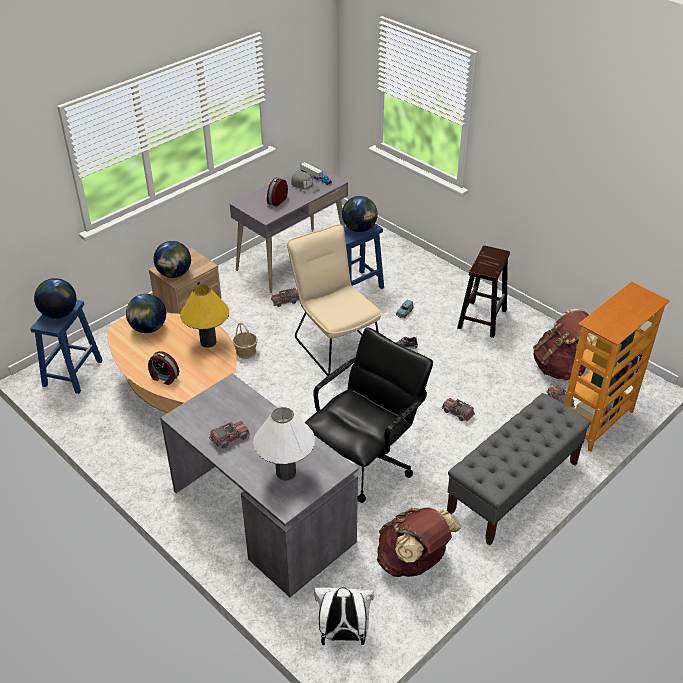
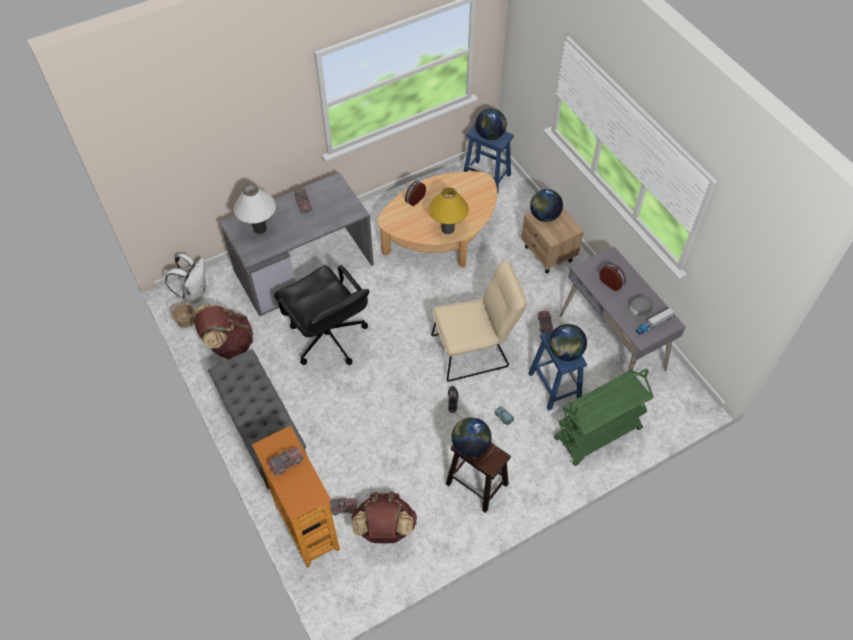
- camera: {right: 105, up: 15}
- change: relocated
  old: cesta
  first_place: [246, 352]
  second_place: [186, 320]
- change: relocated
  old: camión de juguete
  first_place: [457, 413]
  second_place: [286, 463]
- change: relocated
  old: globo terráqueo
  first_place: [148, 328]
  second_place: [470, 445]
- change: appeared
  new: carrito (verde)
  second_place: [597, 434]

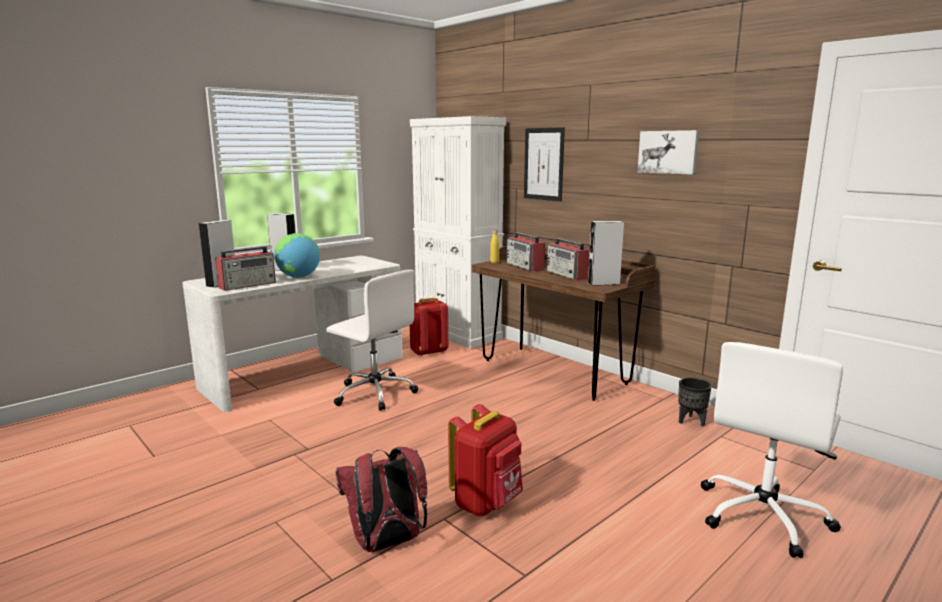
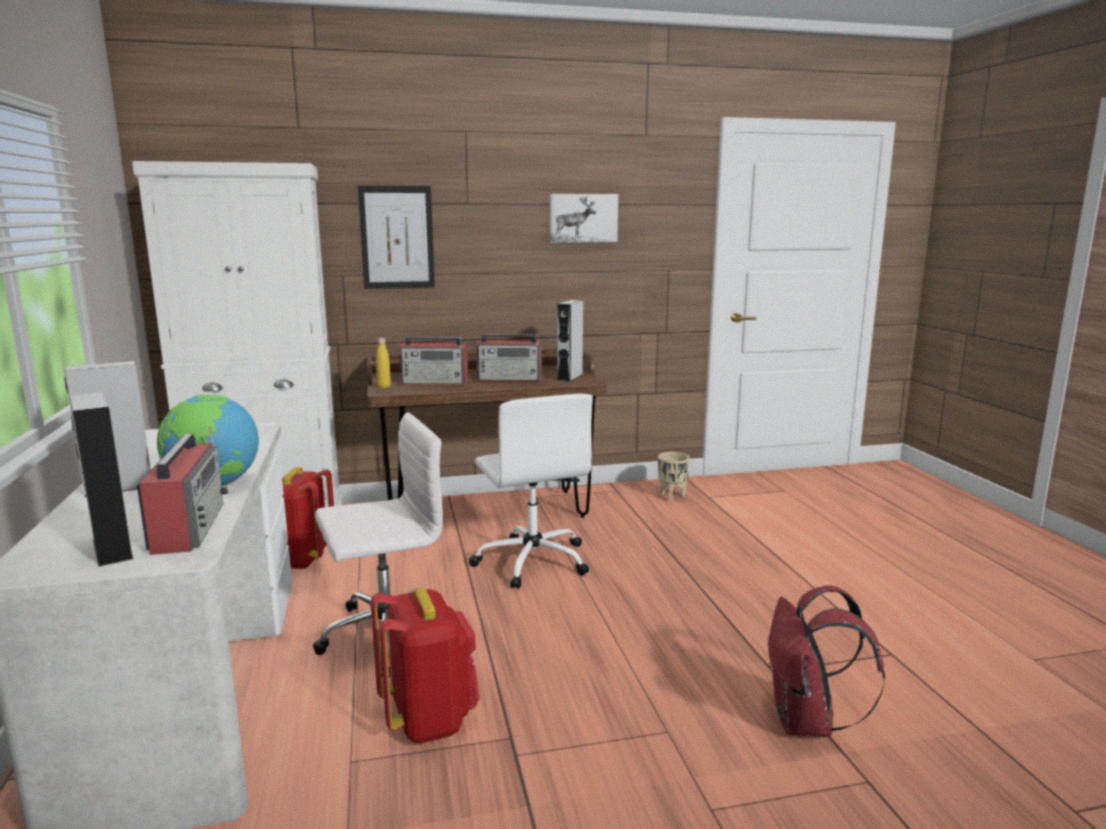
- camera: {right: -60, up: 0}
- change: relocated
  old: mochila (rojo)
  first_place: [486, 503]
  second_place: [429, 720]
- change: relocated
  old: silla de oficina (blanco)
  first_place: [763, 516]
  second_place: [532, 561]
- change: colour
  old: maceta (negro)
  new: maceta (beis)
  first_place: [691, 421]
  second_place: [672, 497]

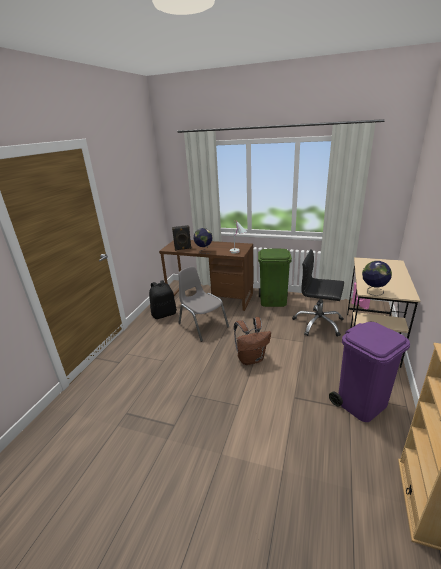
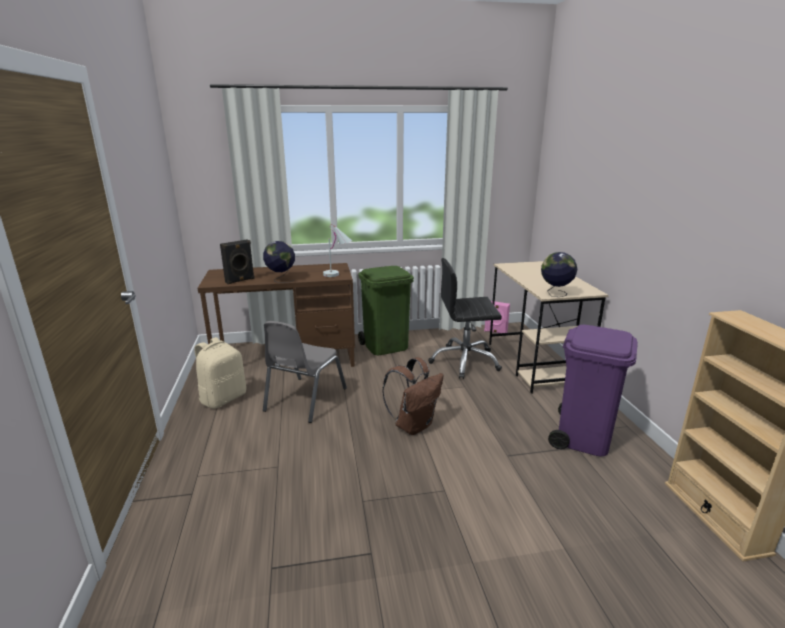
- camera: {right: -30, up: -5}
- change: colour
  old: mochila (negro)
  new: mochila (beis)
  first_place: [164, 314]
  second_place: [223, 398]
- change: spun
  old: silla (gris)
  first_place: [203, 325]
  second_place: [304, 399]
  degrees: -90

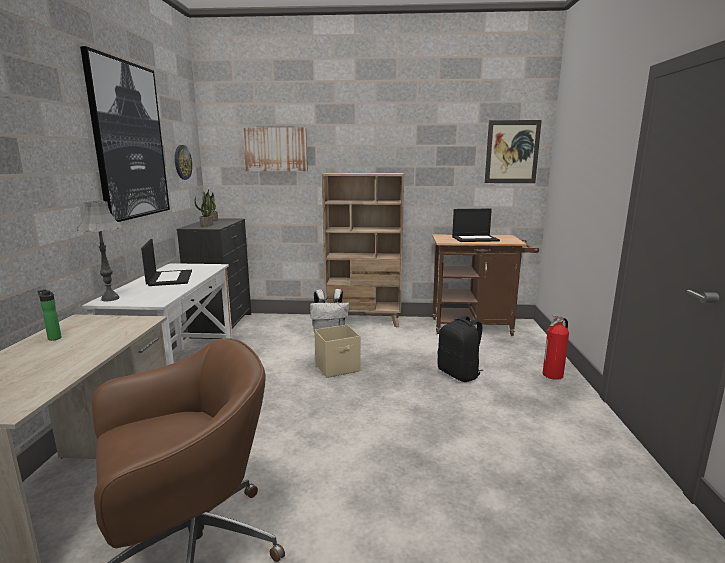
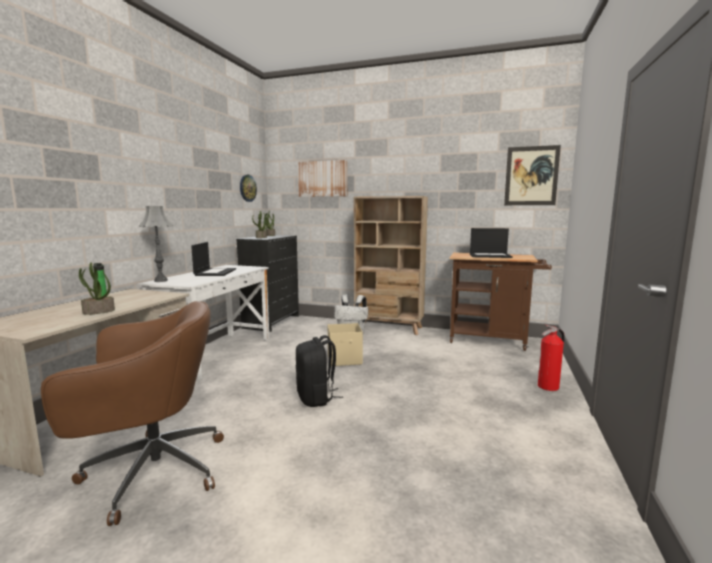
- camera: {right: 15, up: -5}
- change: appeared
  new: planta en maceta
  second_place: [98, 312]
- change: relocated
  old: mochila (negro)
  first_place: [459, 374]
  second_place: [316, 398]
- change: missing
  old: cuadro
  first_place: [129, 141]

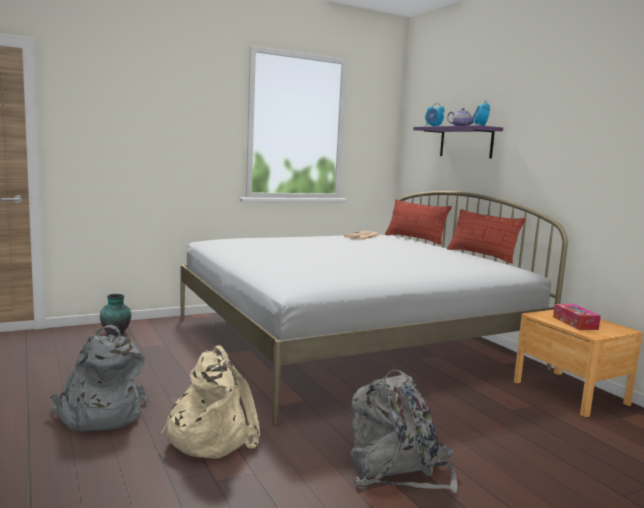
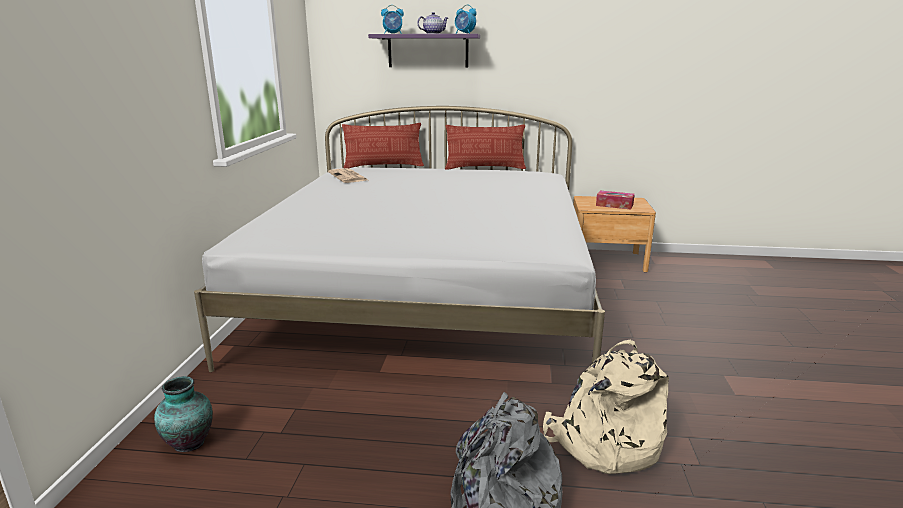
- camera: {right: -55, up: 10}
- change: missing
  old: mochila (gris)
  first_place: [397, 469]

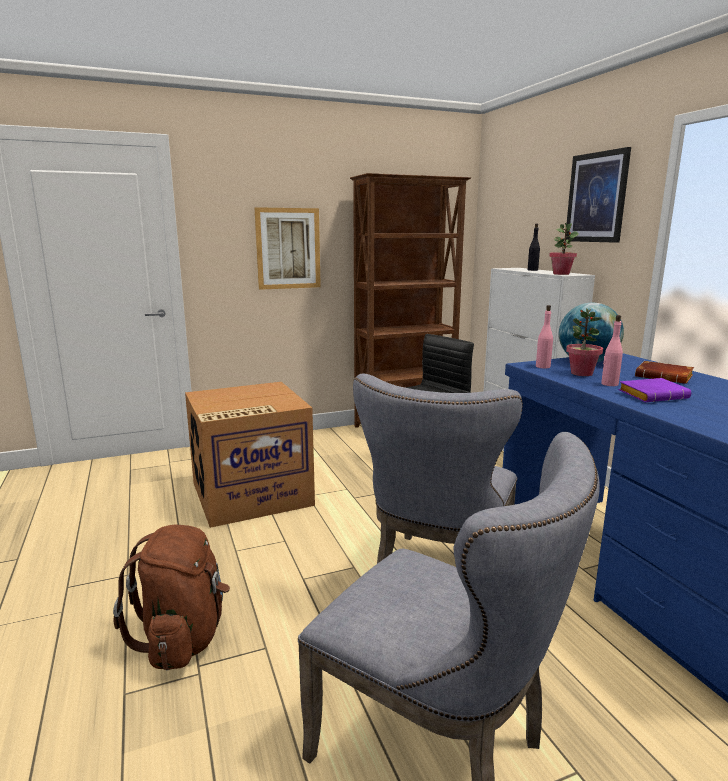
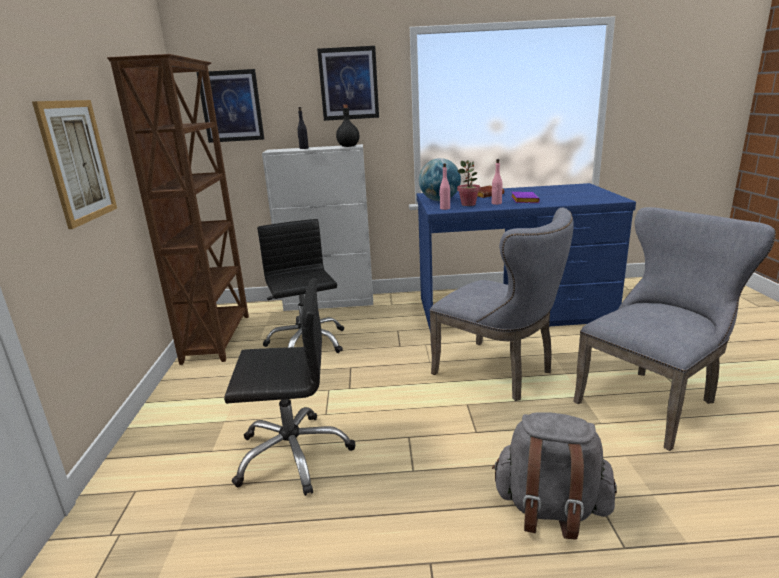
- camera: {right: -70, up: 5}
- change: appeared
  new: cuadro
  second_place: [231, 106]
- change: exchanged
  old: caja de cartón
  new: silla de oficina (negro)
  first_place: [250, 495]
  second_place: [293, 454]
- change: exchanged
  old: planta en maceta
  new: botella (negro)
  first_place: [561, 274]
  second_place: [348, 146]
- change: colour
  old: mochila (marrón)
  new: mochila (gris)
  first_place: [183, 637]
  second_place: [550, 509]

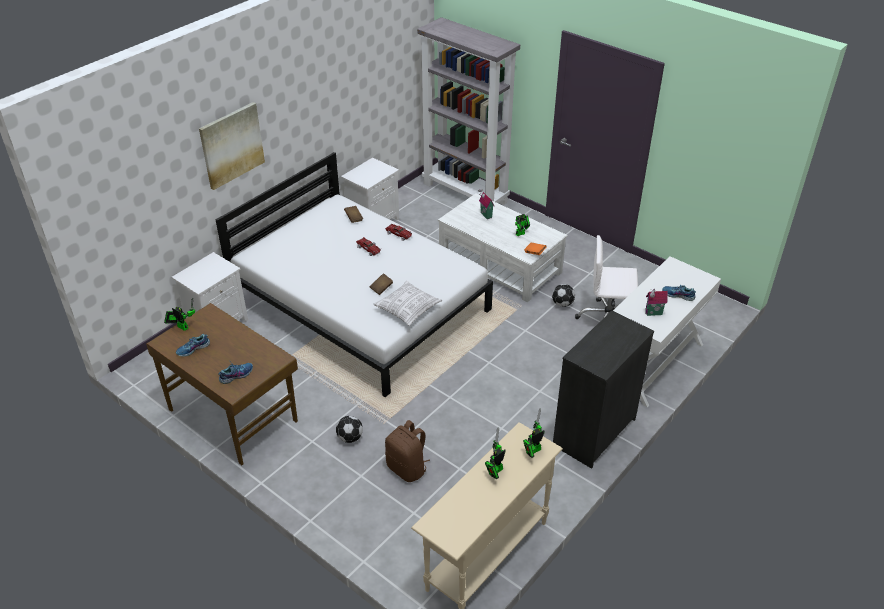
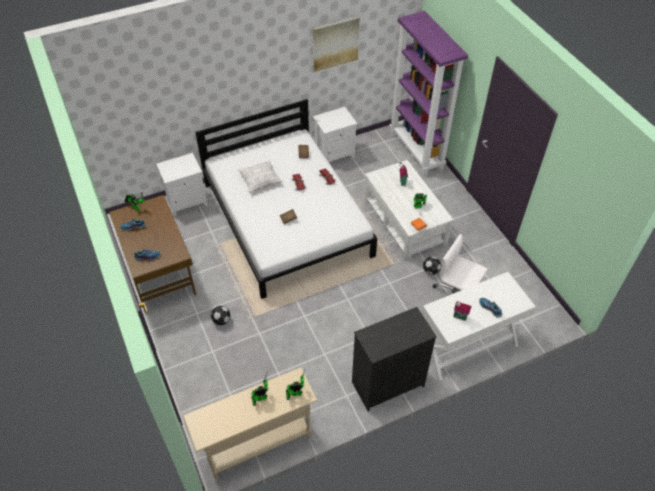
- camera: {right: 25, up: 10}
- change: relocated
  old: cojín
  first_place: [408, 309]
  second_place: [260, 180]
- change: relocated
  old: cuadro
  first_place: [231, 145]
  second_place: [335, 43]
- change: colour
  old: estantería (gris)
  new: estantería (morado)
  first_place: [466, 193]
  second_place: [417, 150]
- change: missing
  old: mochila (marrón)
  first_place: [407, 468]

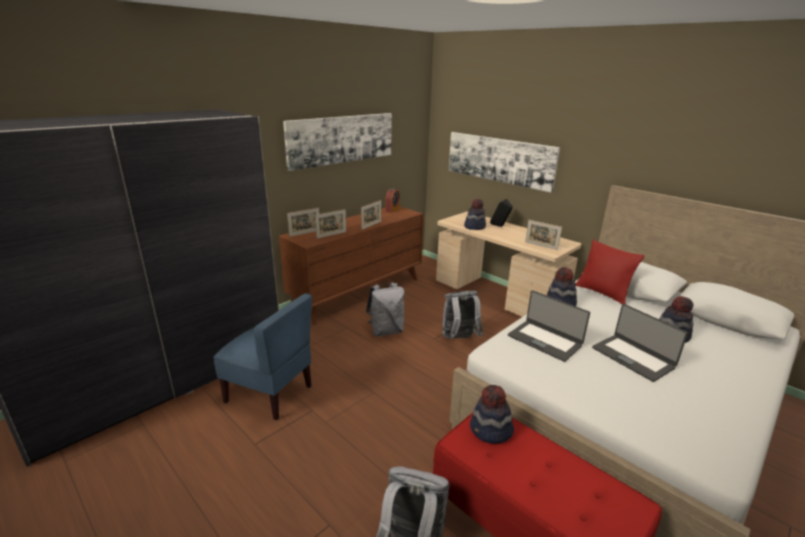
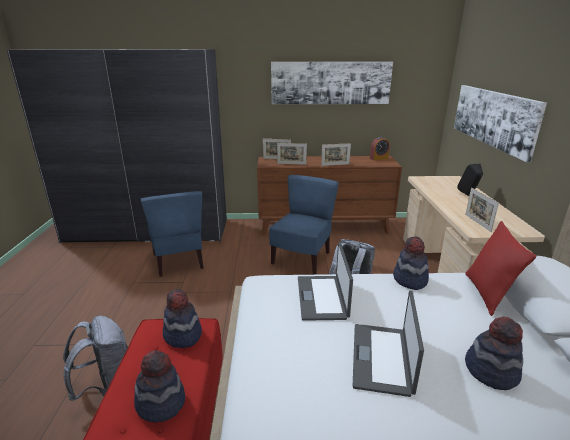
- camera: {right: 45, up: 0}
- change: relocated
  old: sombrero
  first_place: [474, 226]
  second_place: [161, 403]
- change: exchanged
  old: mochila (gris)
  new: silla (azul)
  first_place: [386, 331]
  second_place: [302, 259]

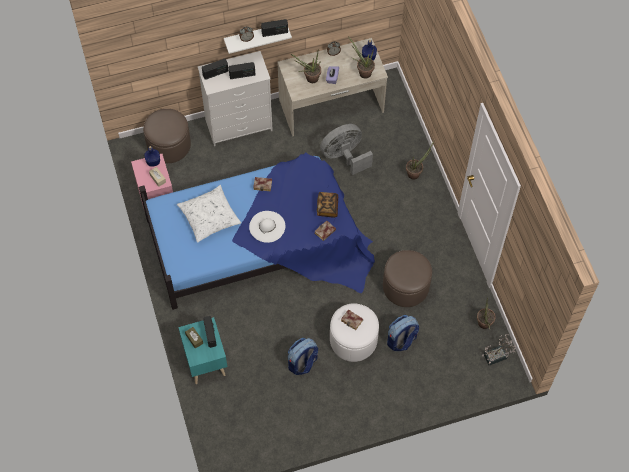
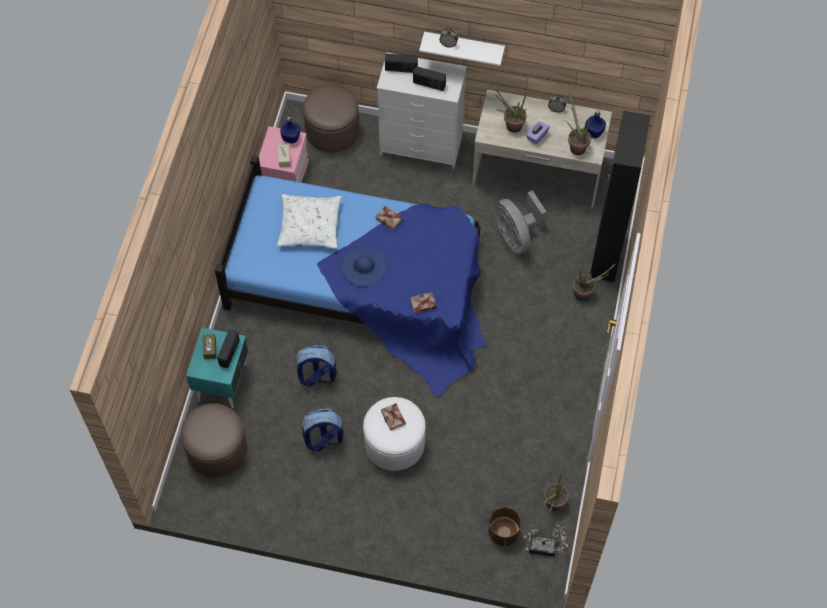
- camera: {right: 30, up: 0}
- change: relocated
  old: puf (marrón)
  first_place: [405, 286]
  second_place: [217, 450]
- change: relocated
  old: mochila
  first_place: [401, 340]
  second_place: [316, 376]
- change: colour
  old: sombrero (blanco)
  new: sombrero (azul)
  first_place: [267, 226]
  second_place: [364, 266]
- change: appeared
  new: maceta (marrón)
  second_place: [503, 532]
- change: spun
  old: ventilador (gris)
  first_place: [344, 157]
  second_place: [516, 236]
  degrees: -120
- change: appeared
  new: armario ropero (negro)
  second_place: [606, 255]
- change: missing
  old: radio
  first_place: [274, 32]
- change: missing
  old: libro
  first_place: [327, 207]

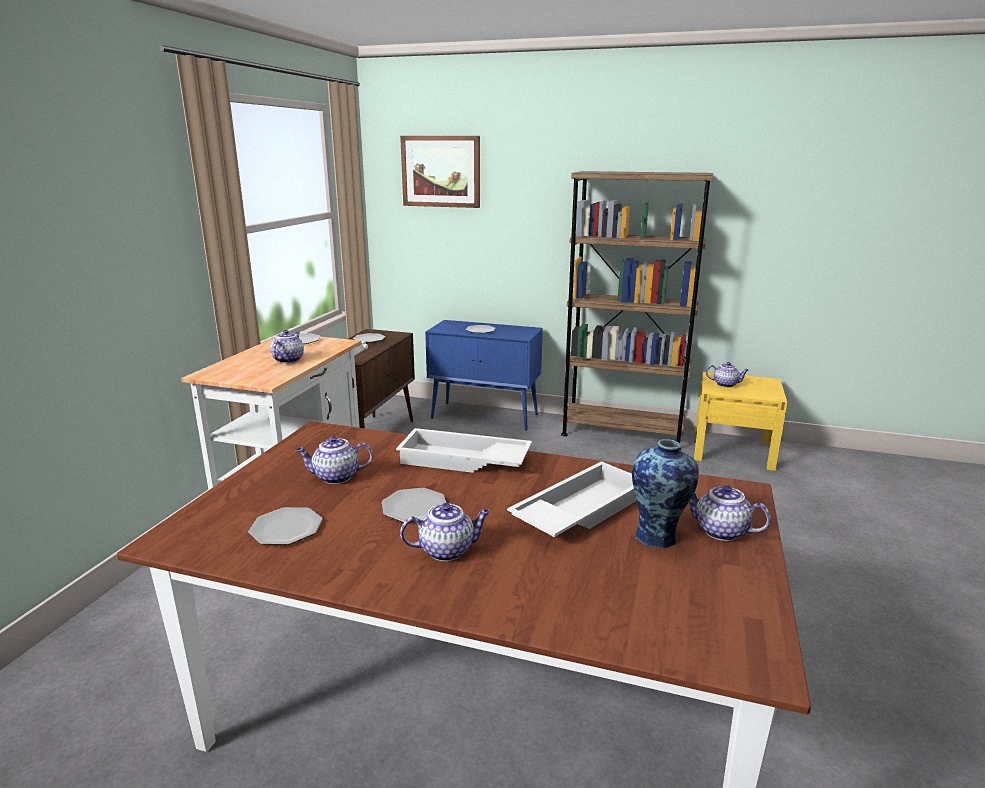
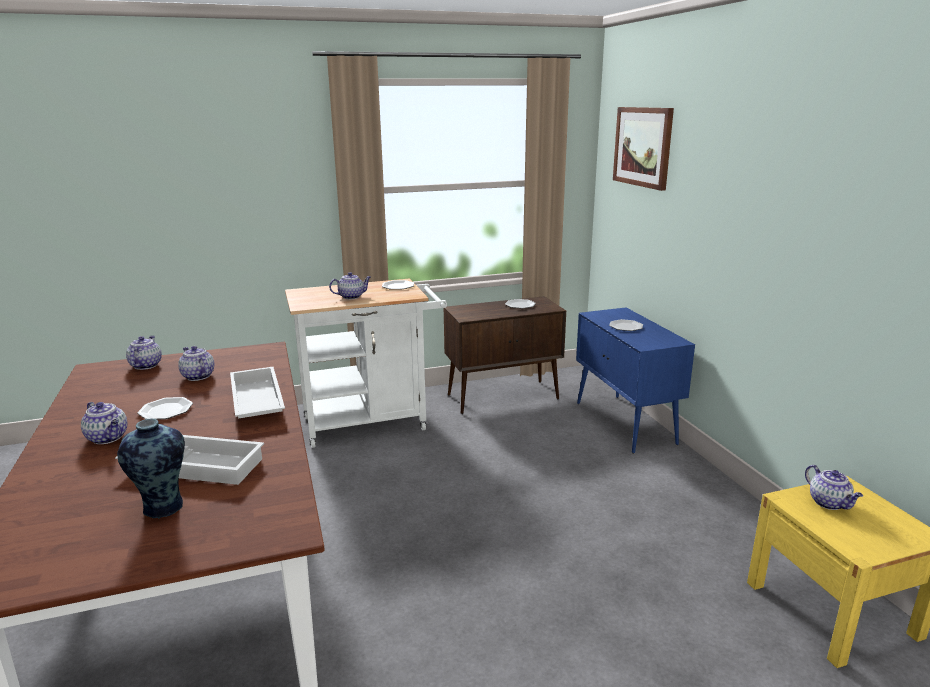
- camera: {right: 55, up: 0}
- change: relocated
  old: tetera
  first_place: [720, 531]
  second_place: [146, 365]
- change: missing
  old: plato
  first_place: [287, 528]
- change: missing
  old: estantería (marrón)
  first_place: [622, 433]

